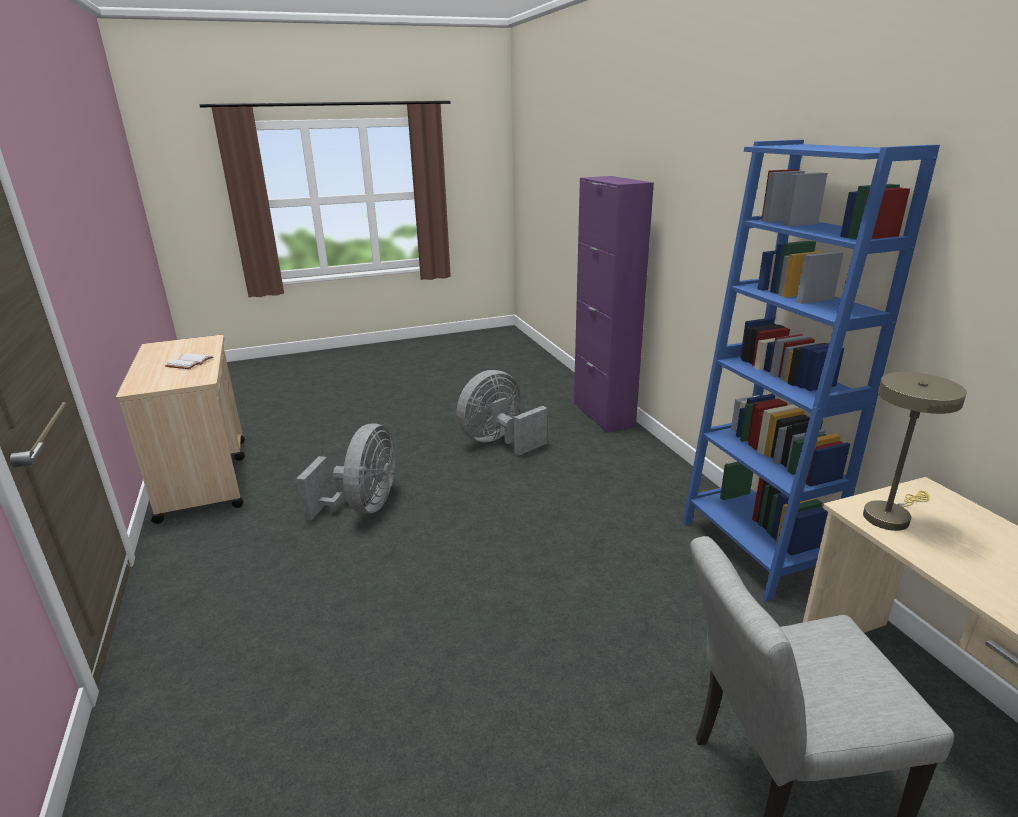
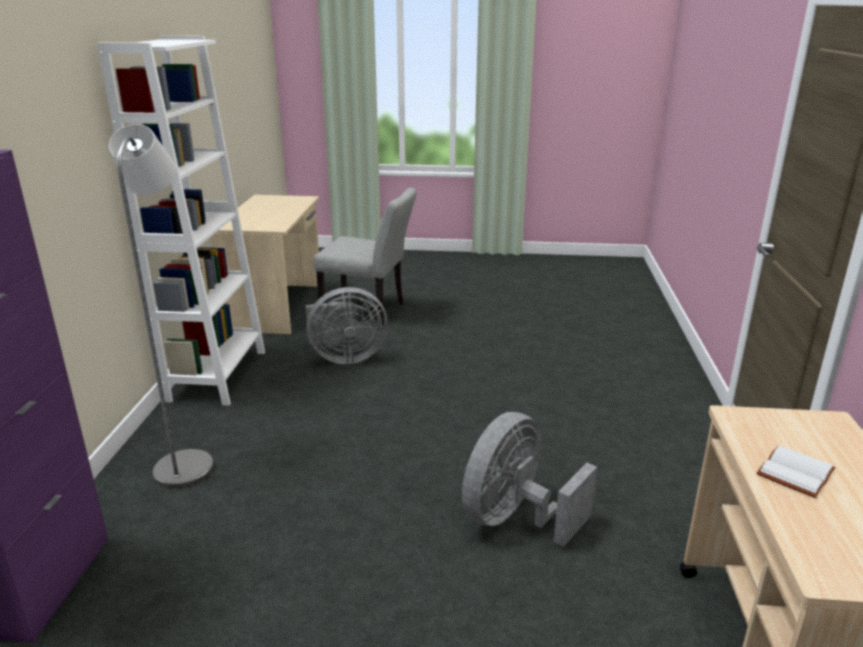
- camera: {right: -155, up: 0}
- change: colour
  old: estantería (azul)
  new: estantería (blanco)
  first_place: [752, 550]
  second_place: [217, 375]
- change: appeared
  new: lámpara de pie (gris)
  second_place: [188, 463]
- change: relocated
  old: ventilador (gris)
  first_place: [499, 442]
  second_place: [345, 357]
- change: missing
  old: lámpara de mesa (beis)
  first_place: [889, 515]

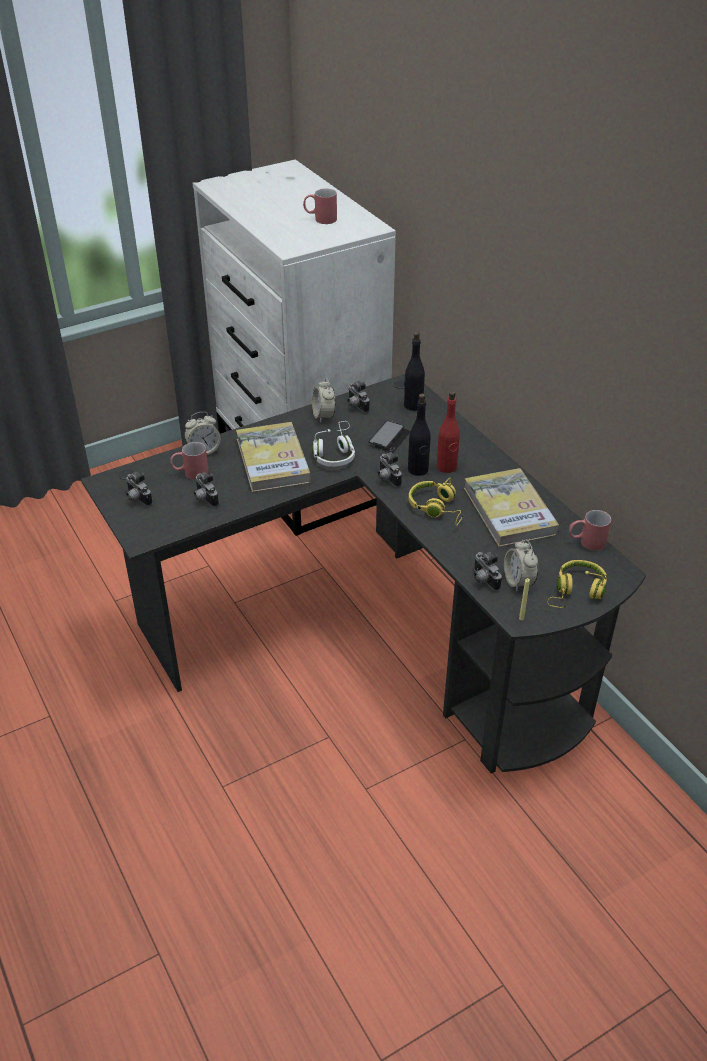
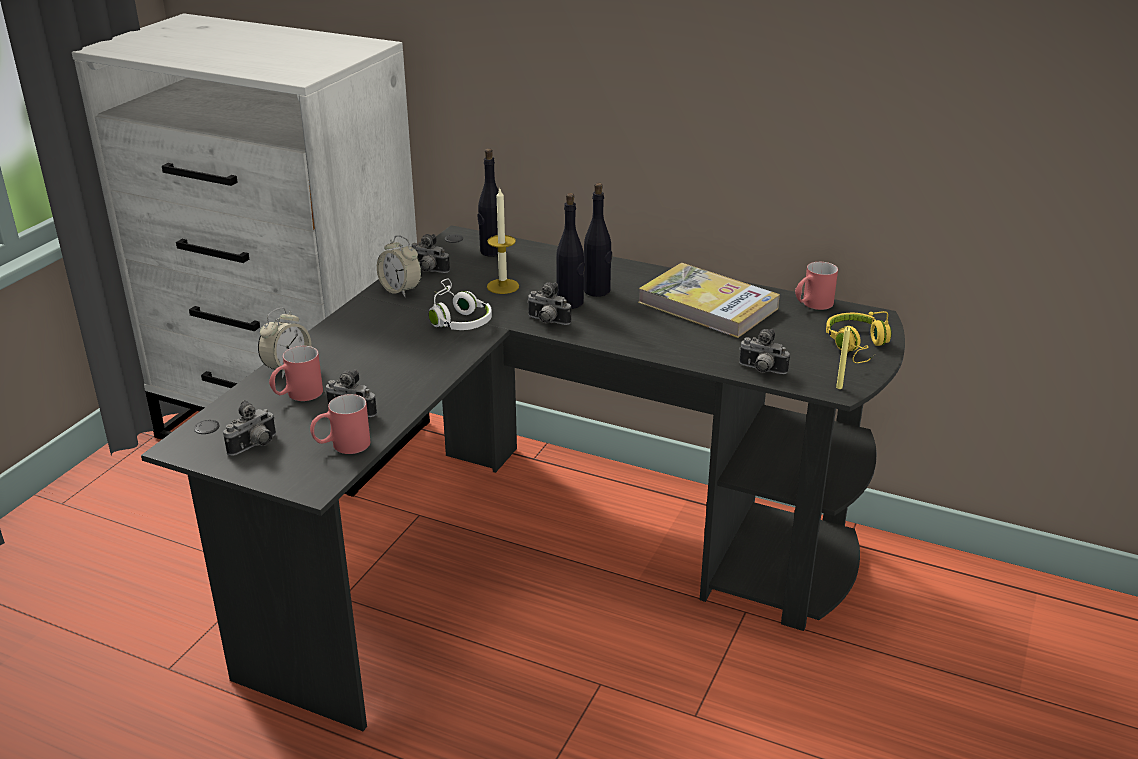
- camera: {right: -35, up: -10}
- change: spun
  old: cámara
  first_place: [137, 499]
  second_place: [255, 446]
  degrees: -60
- change: relocated
  old: taza grande (rojo)
  first_place: [320, 219]
  second_place: [342, 446]
- change: exchanged
  old: móvil
  new: vela
  first_place: [389, 438]
  second_place: [503, 286]
- change: colour
  old: botella (rojo)
  new: botella (negro)
  first_place: [447, 467]
  second_place: [597, 291]
- change: missing
  old: libro
  first_place: [272, 460]
- change: missing
  old: auriculares (amarillo)
  first_place: [437, 508]
- change: missing
  old: despertador
  first_place: [518, 581]

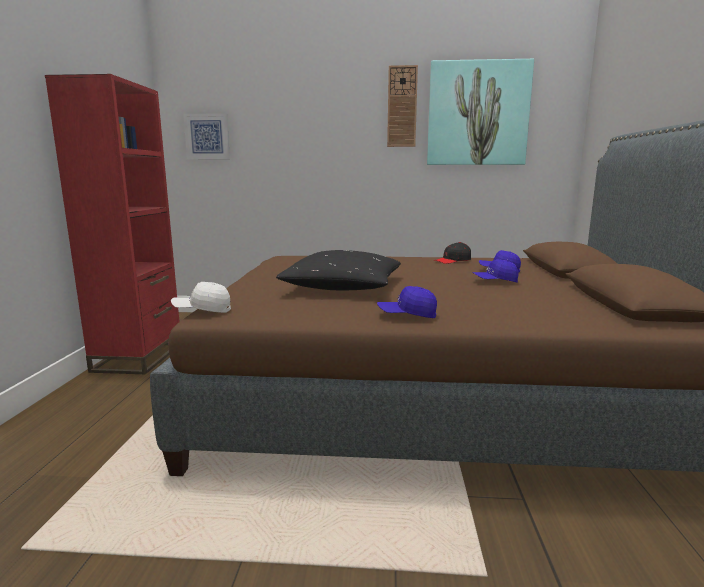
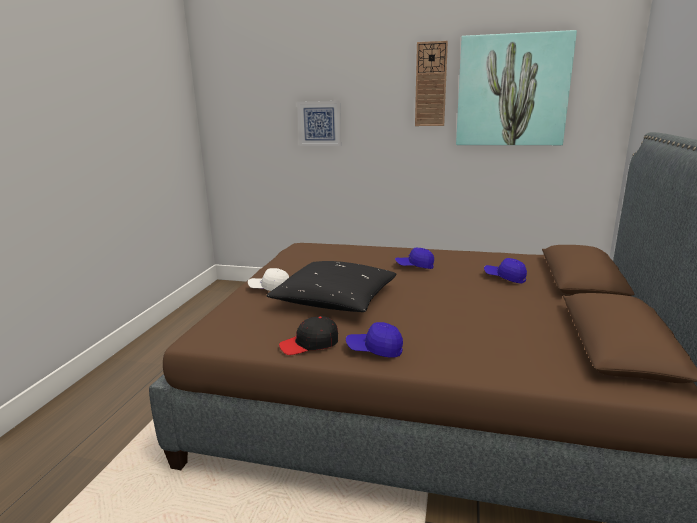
- camera: {right: 10, up: 5}
- change: relocated
  old: gorra (blanco)
  first_place: [202, 310]
  second_place: [270, 289]
- change: relocated
  old: gorra (negro)
  first_place: [452, 261]
  second_place: [309, 344]
- change: relocated
  old: cuadro
  first_place: [207, 136]
  second_place: [319, 123]
- change: relocated
  old: gorra (azul)
  first_place: [495, 282]
  second_place: [414, 266]
- change: missing
  old: estantería (rojo)
  first_place: [139, 357]

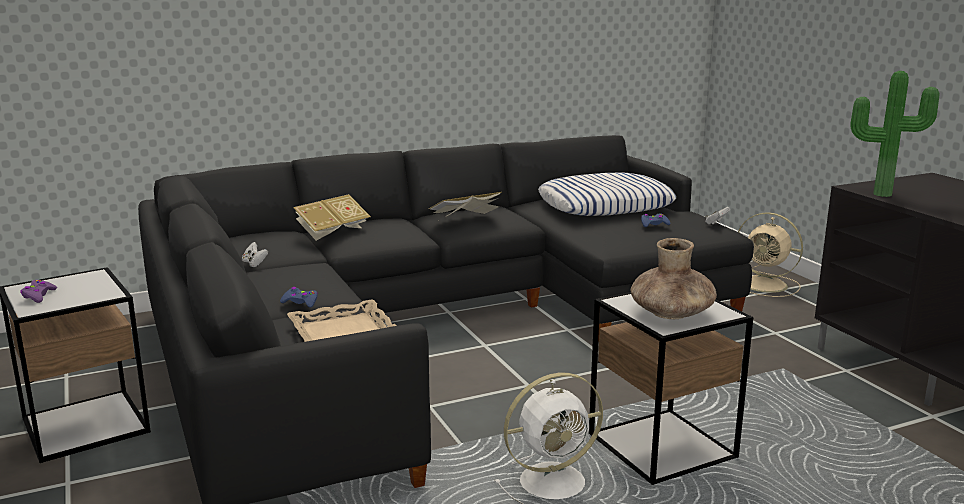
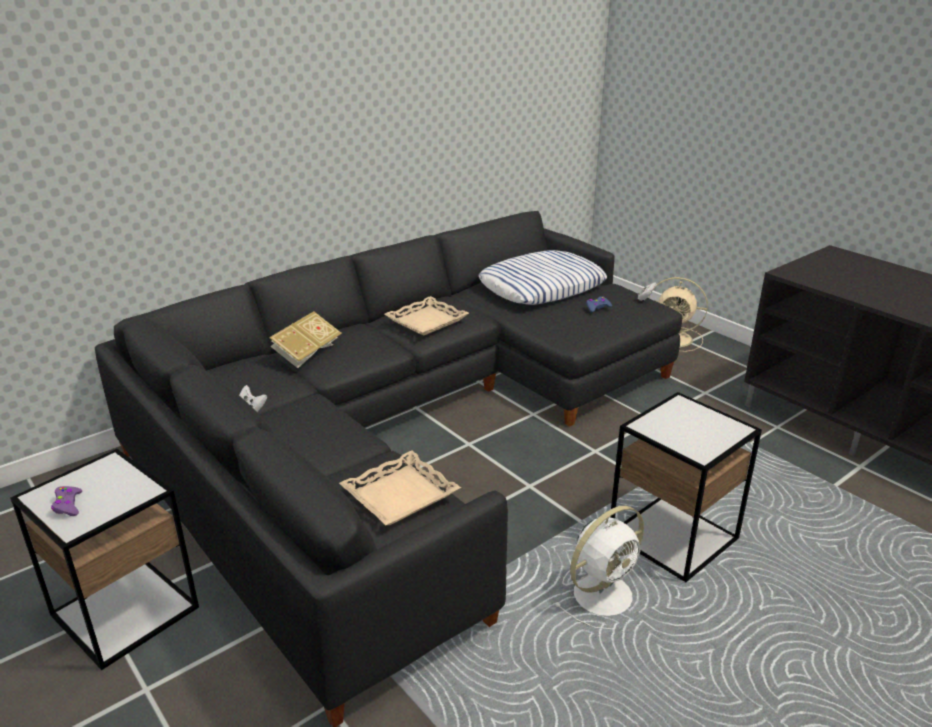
- camera: {right: -15, up: 10}
- change: exchanged
  old: libro
  new: bandeja (beis)
  first_place: [466, 220]
  second_place: [427, 321]
- change: missing
  old: mando de consola (azul)
  first_place: [300, 302]
- change: missing
  old: florero (marrón)
  first_place: [671, 314]
- change: missing
  old: planta en maceta
  first_place: [881, 193]

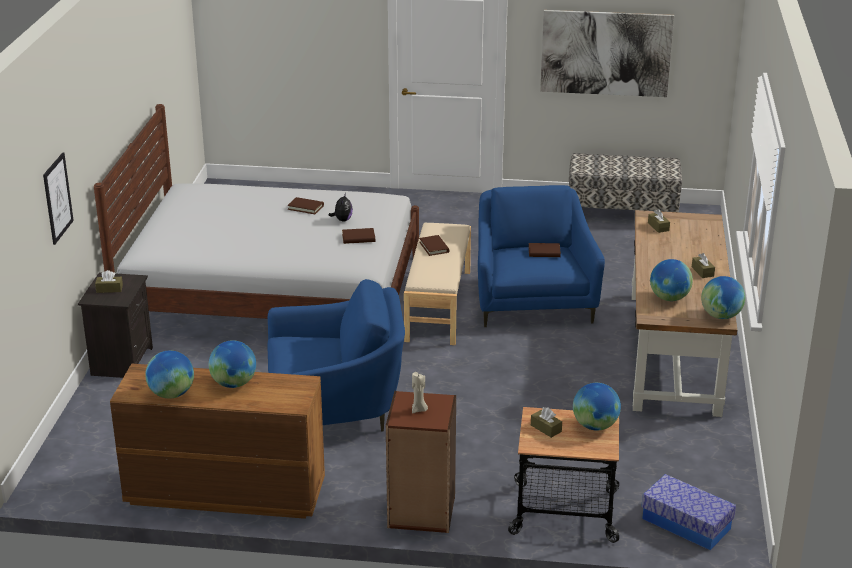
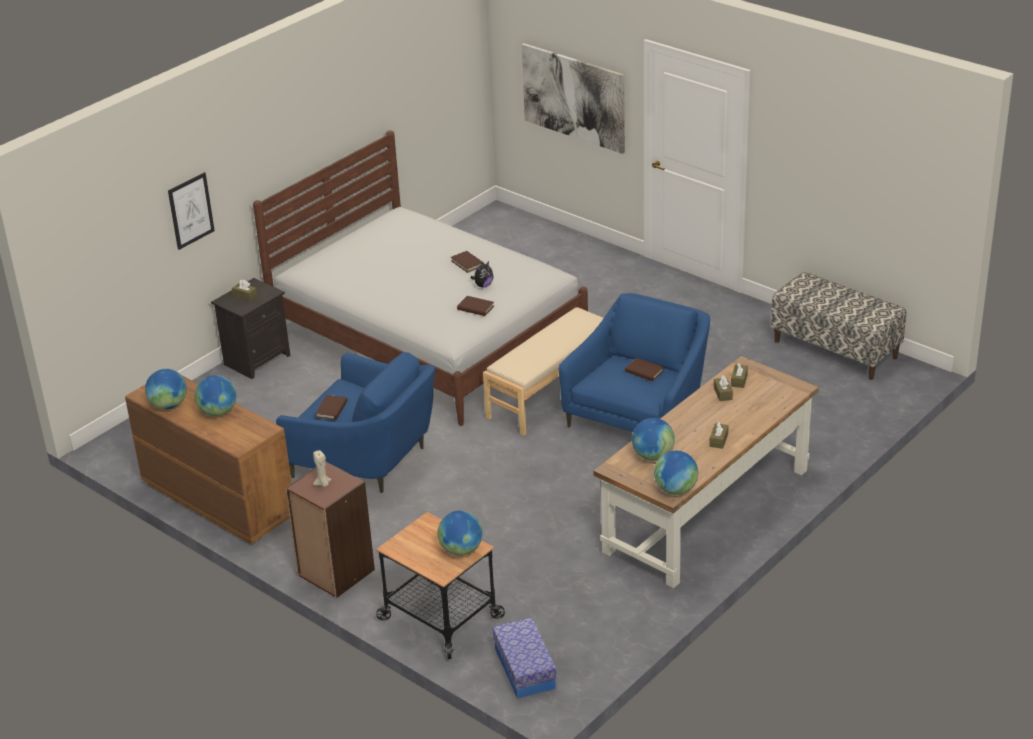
- camera: {right: 35, up: 5}
- change: relocated
  old: libro (marrón)
  first_place: [434, 247]
  second_place: [331, 409]
- change: relocated
  old: cuadro
  first_place: [605, 53]
  second_place: [574, 97]
- change: relocated
  old: caja de pañuelos (marrón)
  first_place: [546, 428]
  second_place: [722, 393]

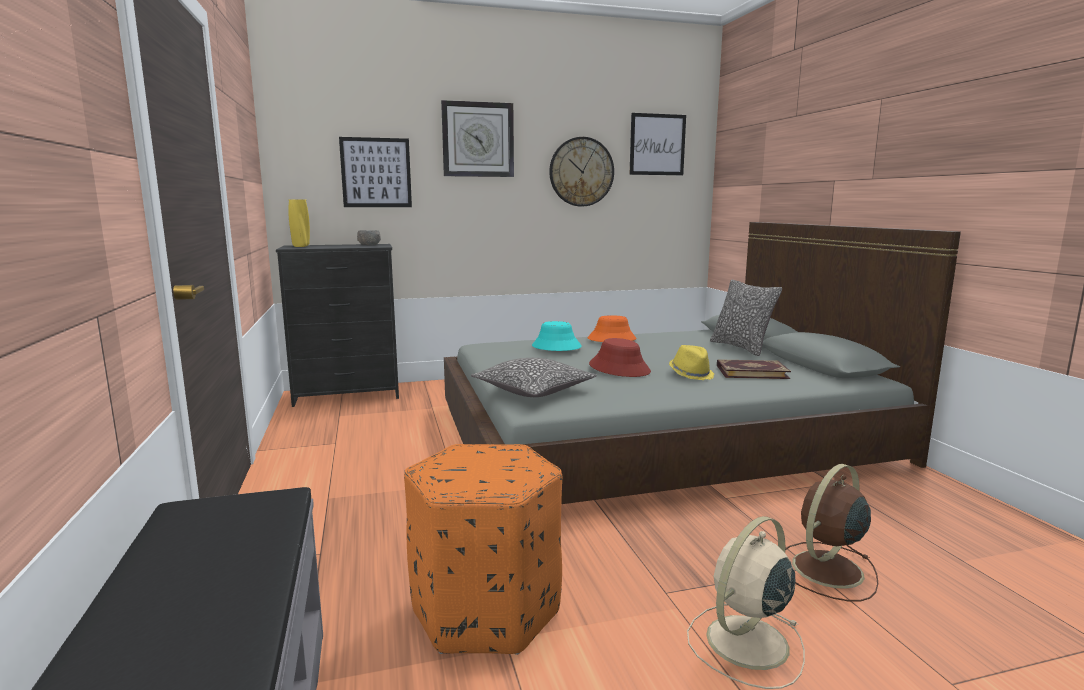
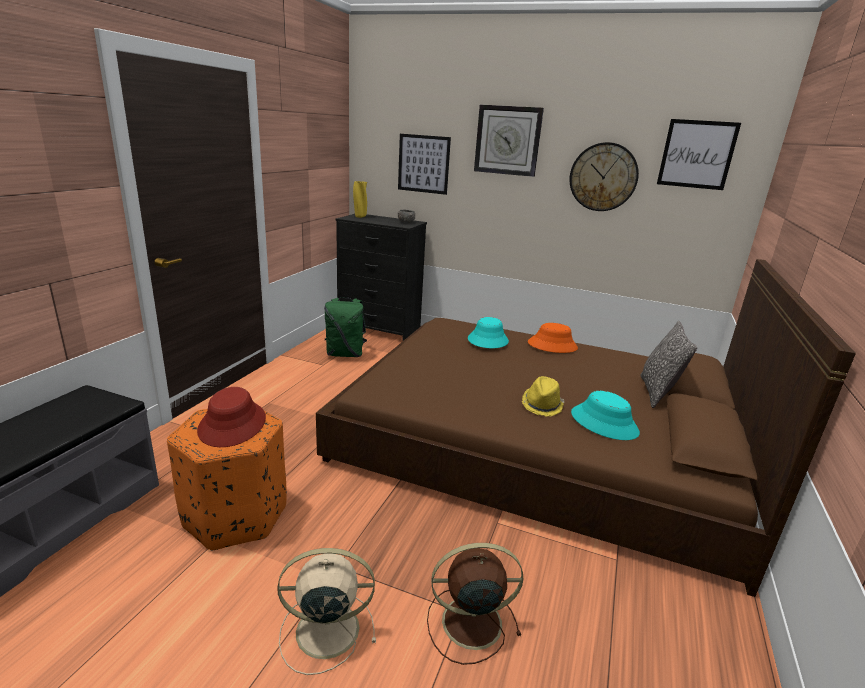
- camera: {right: 35, up: 10}
- change: relocated
  old: sombrero (rojo)
  first_place: [619, 368]
  second_place: [233, 424]
- change: colour
  old: cama (gris)
  new: cama (marrón)
  first_place: [656, 432]
  second_place: [538, 441]
- change: appeared
  new: mochila (verde)
  second_place: [345, 354]
- change: exchanged
  old: libro
  new: sombrero (turquesa)
  first_place: [751, 372]
  second_place: [604, 423]
- change: missing
  old: cojín
  first_place: [534, 390]

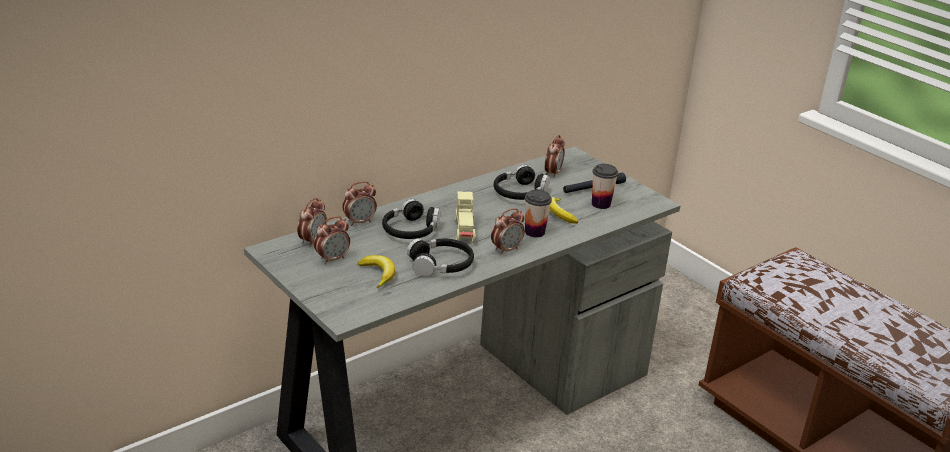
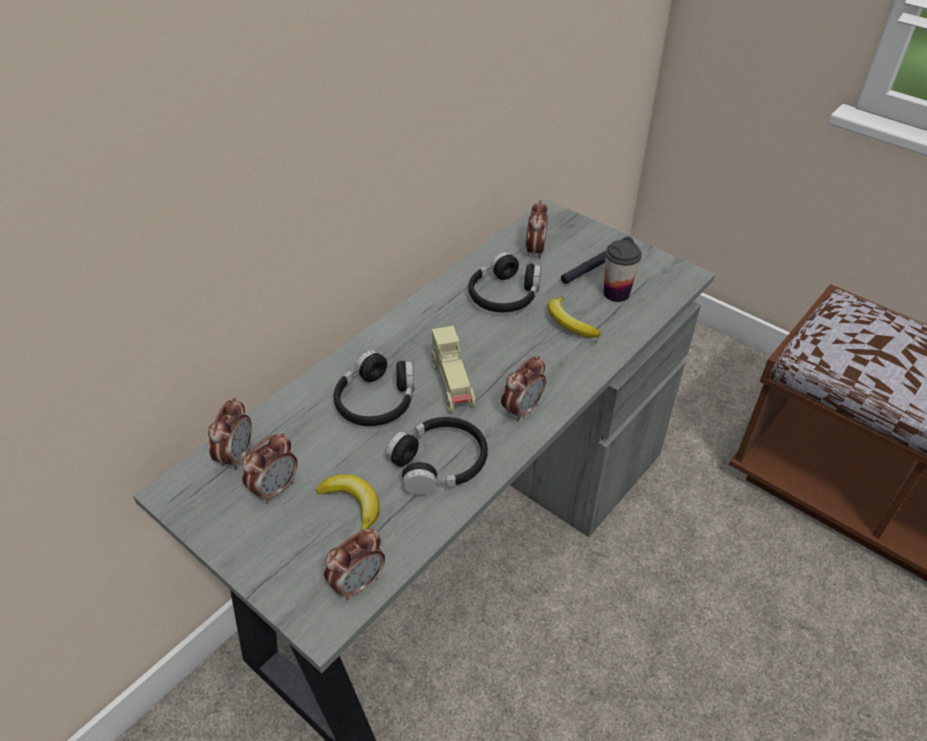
- camera: {right: -10, up: 15}
- change: relocated
  old: despertador
  first_place: [359, 222]
  second_place: [358, 583]
- change: missing
  old: taza
  first_place: [534, 232]

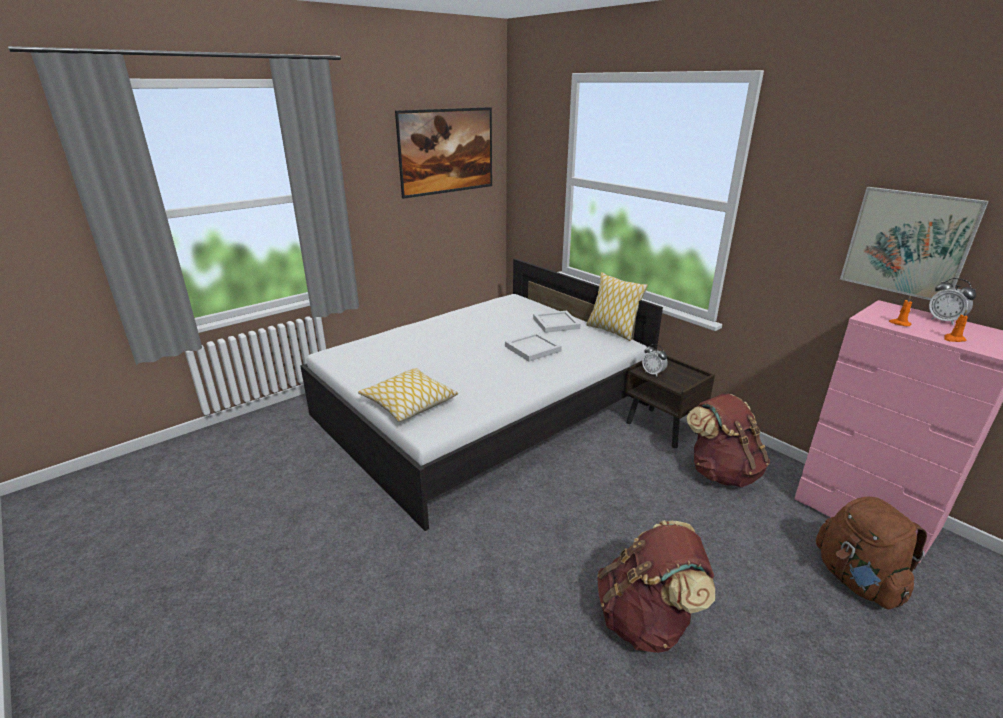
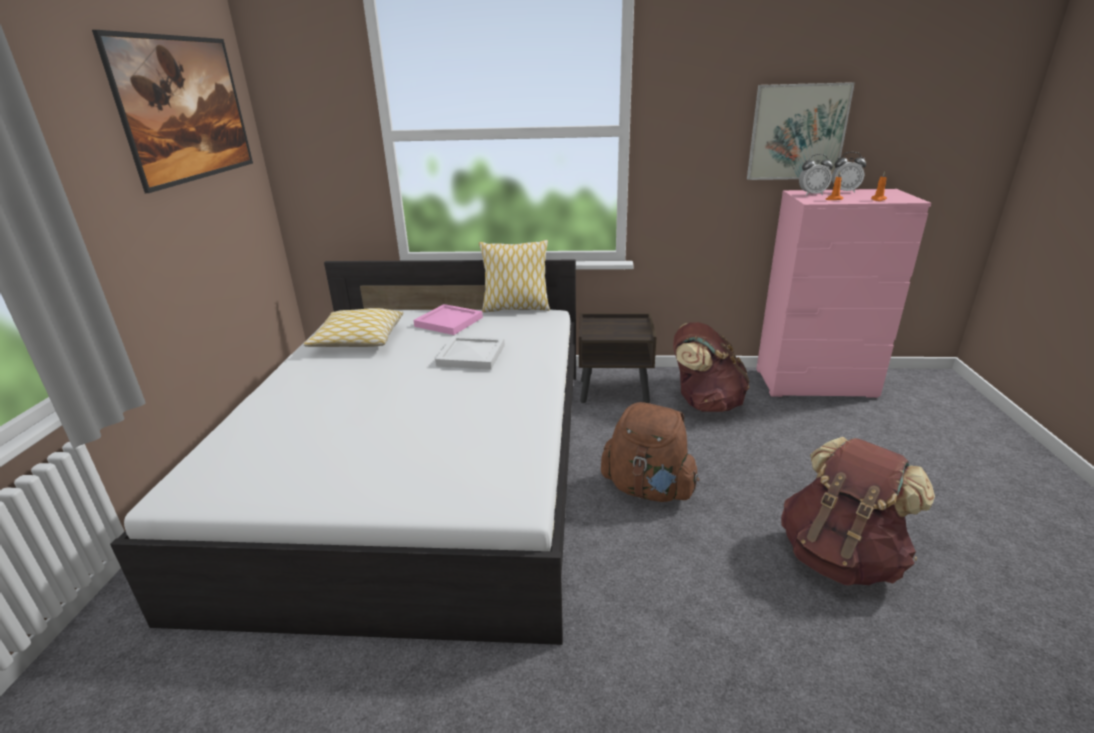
- camera: {right: -45, up: 0}
- change: relocated
  old: cojín
  first_place: [408, 403]
  second_place: [358, 340]
- change: colour
  old: bandeja (blanco)
  new: bandeja (rosa)
  first_place: [556, 323]
  second_place: [448, 321]
- change: relocated
  old: mochila (marrón)
  first_place: [857, 580]
  second_place: [648, 489]
- change: relocated
  old: despertador
  first_place: [653, 373]
  second_place: [812, 194]

